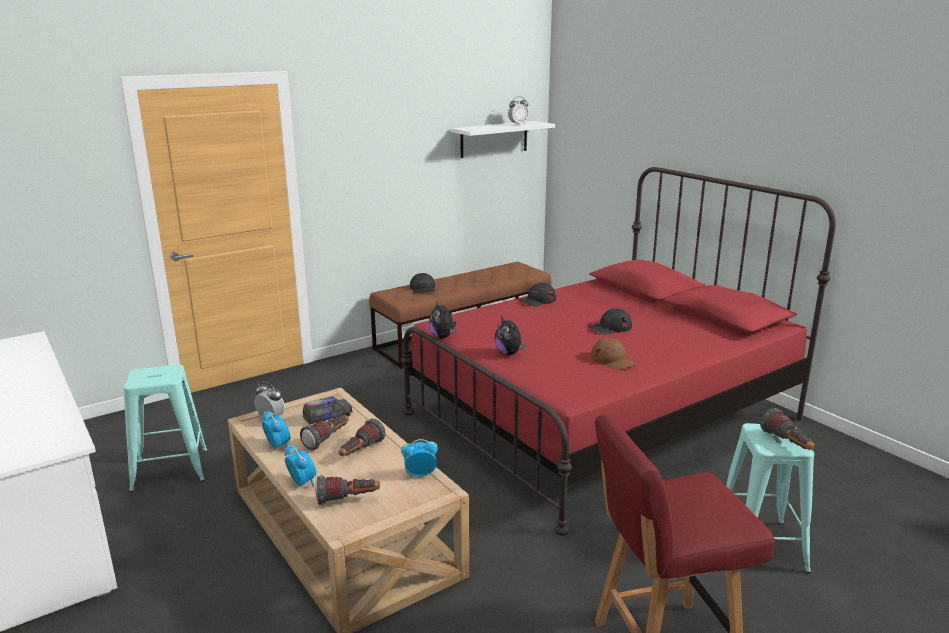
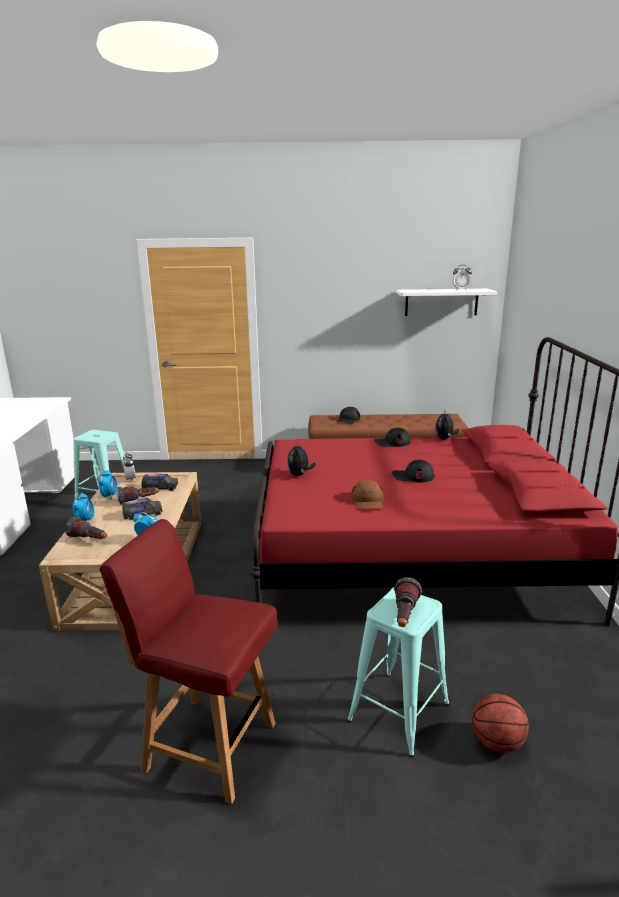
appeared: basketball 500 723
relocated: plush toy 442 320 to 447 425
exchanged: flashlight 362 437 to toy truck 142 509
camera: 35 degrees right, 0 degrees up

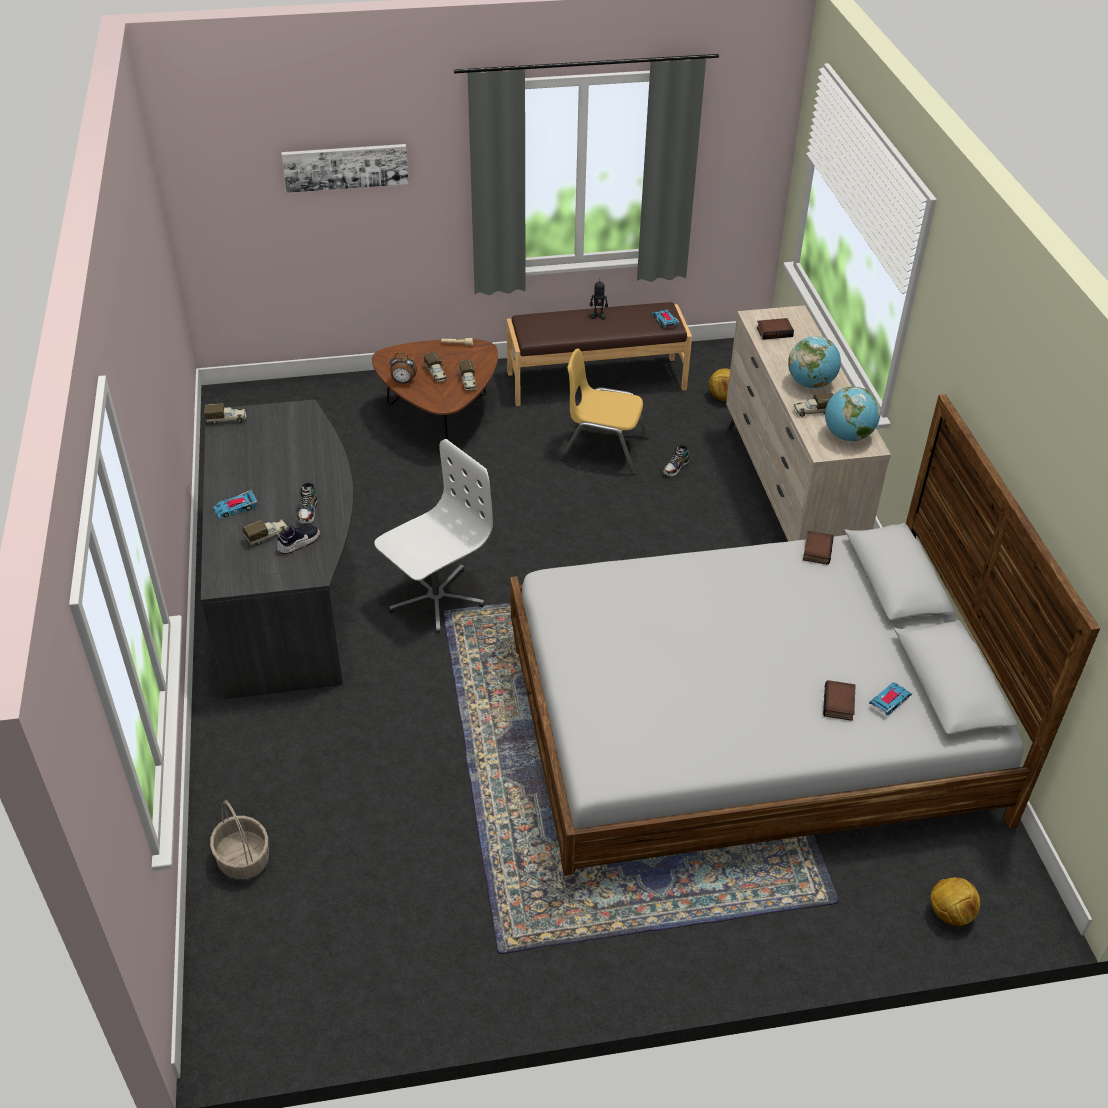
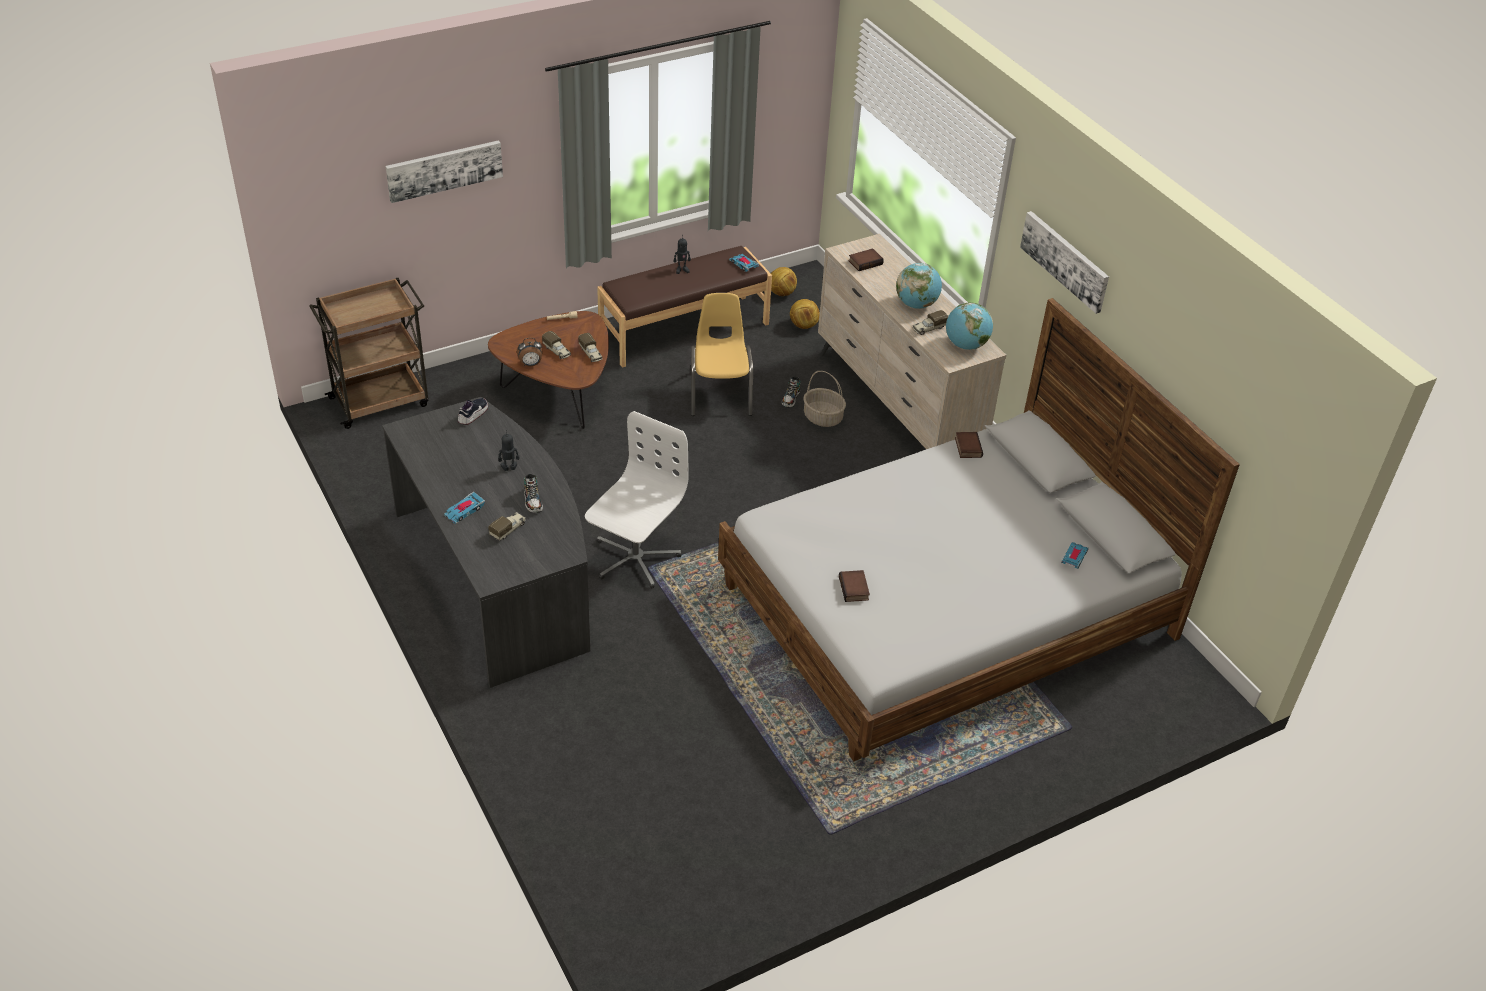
missing: toy truck 226 413
appeared: brown cart 369 353; toy robot 509 450; picture 1064 262
relocated: basket 239 839 to 824 399; shoe 298 539 to 473 411; book 839 700 to 854 586; football 955 901 to 784 281
spun: yellow chair 604 411 = 722 354 90 degrees clockwise
camera: 20 degrees left, 0 degrees up

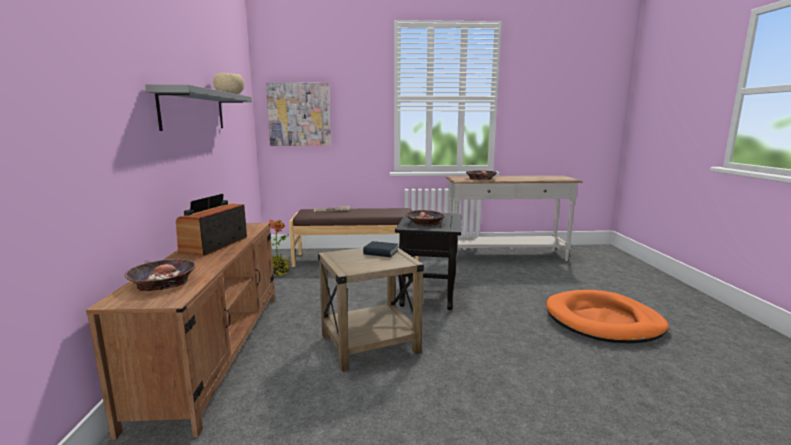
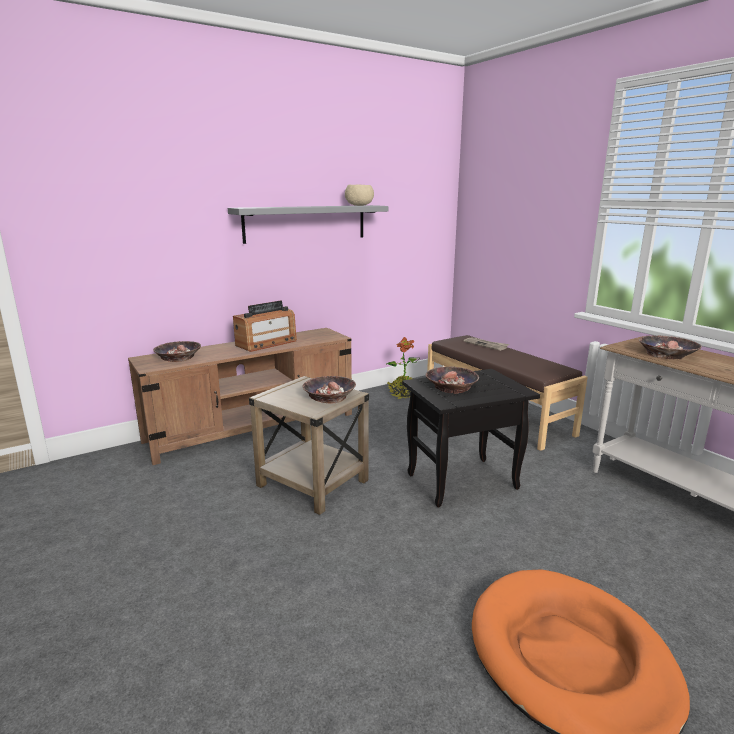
missing: picture 298 114
exchanged: book 381 249 to bowl 329 390
spun: radio 211 225 = 265 326 150 degrees clockwise
camera: 60 degrees right, 5 degrees up

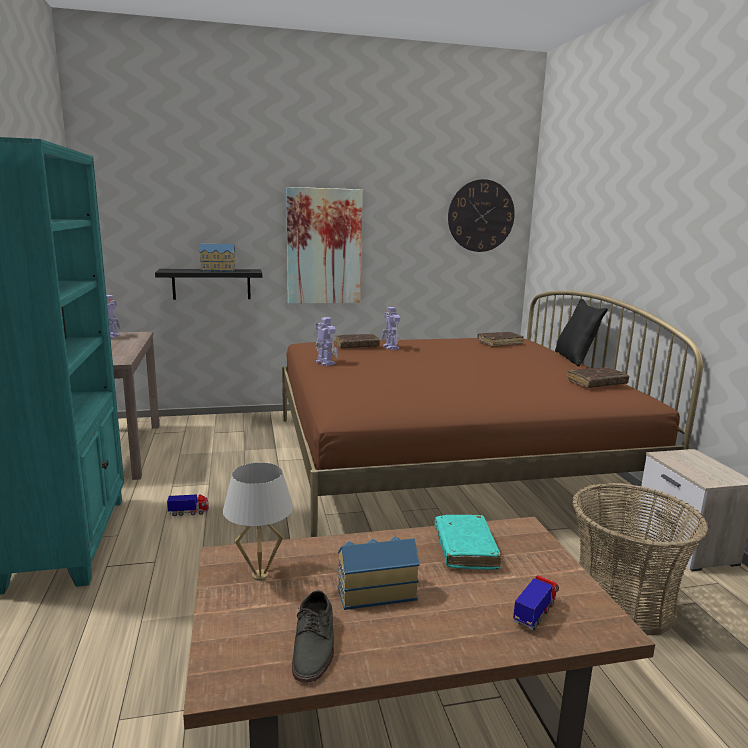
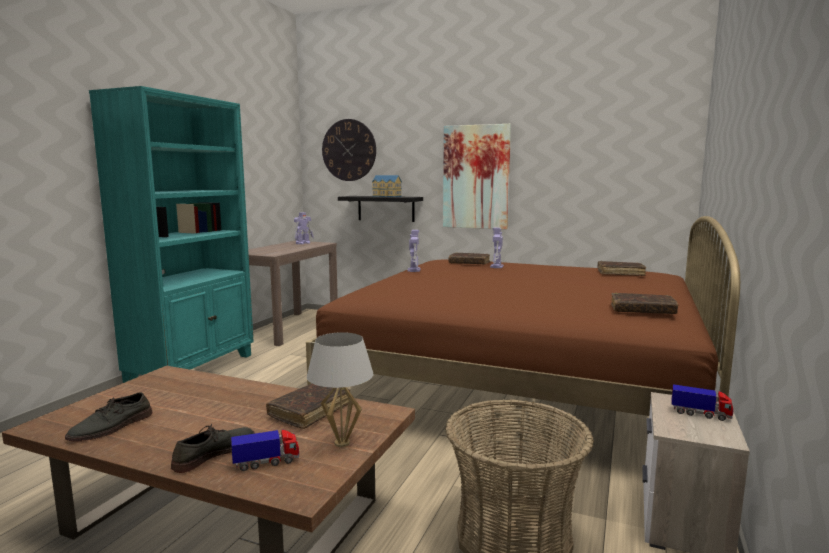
missing: toy house 379 573; black pillow 581 332
appeared: grey shoe 213 448
relocated: toy truck 188 505 to 702 402; white table lamp 258 521 to 340 389; wall clock 481 215 to 349 150
colour: turquoise book 468 542 to brown book 308 406
camera: 35 degrees right, 5 degrees down

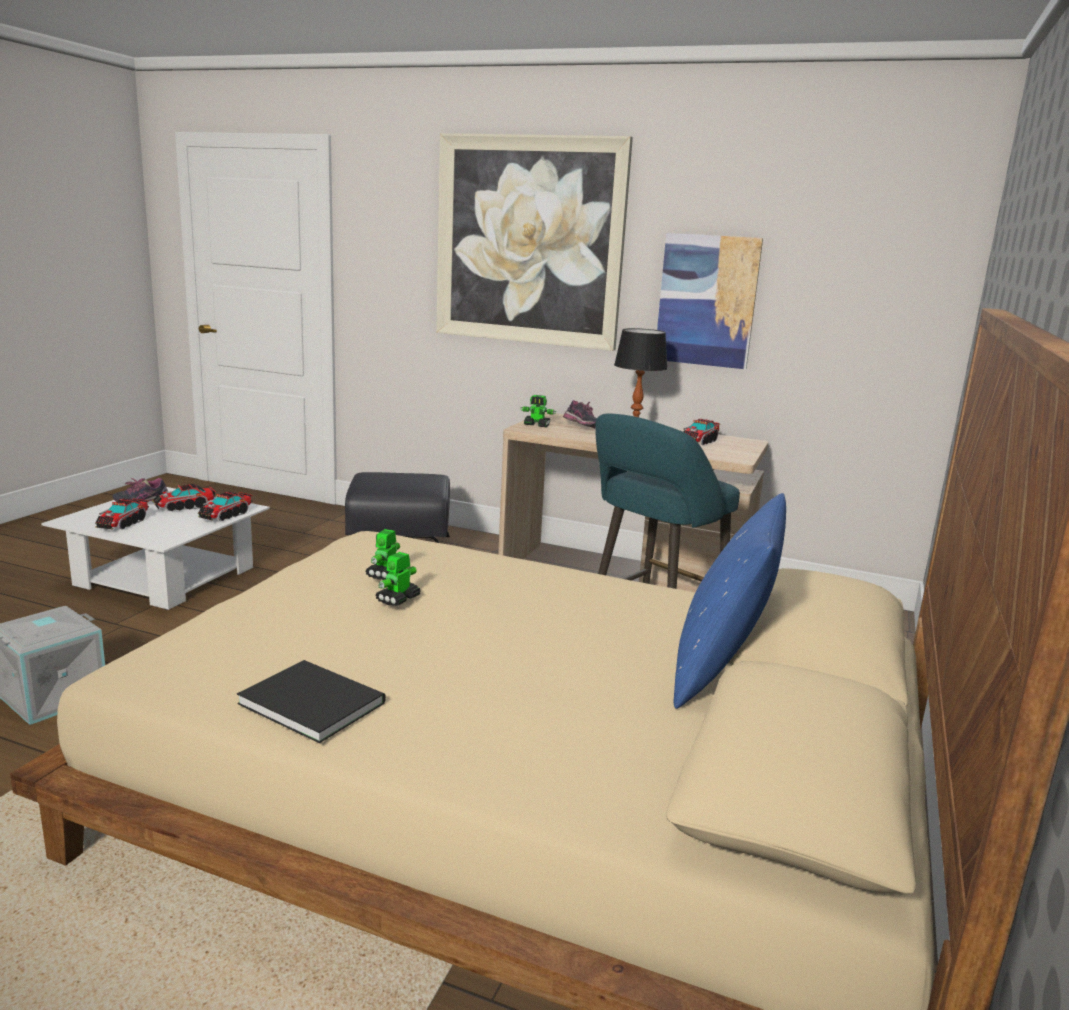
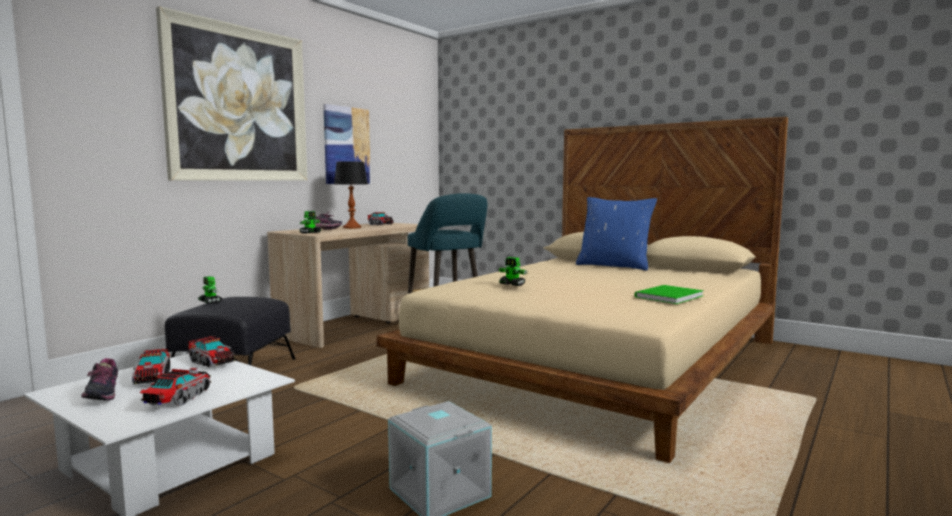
relocated: toy robot 398 579 to 210 290
colour: black book 311 701 to green book 669 294
spun: toy truck 122 514 = 175 387 105 degrees counterclockwise
camera: 75 degrees left, 10 degrees down

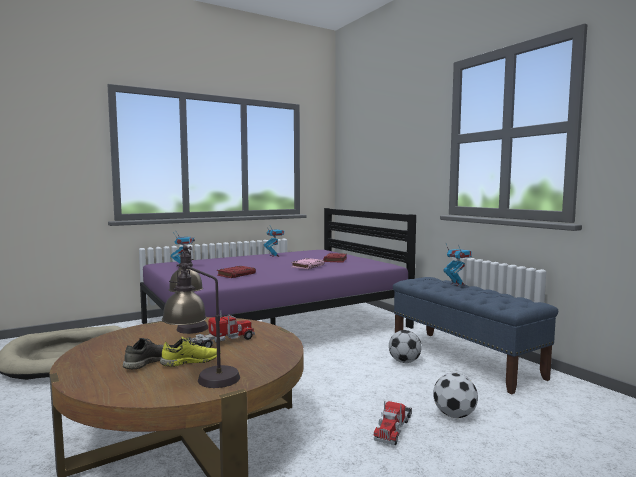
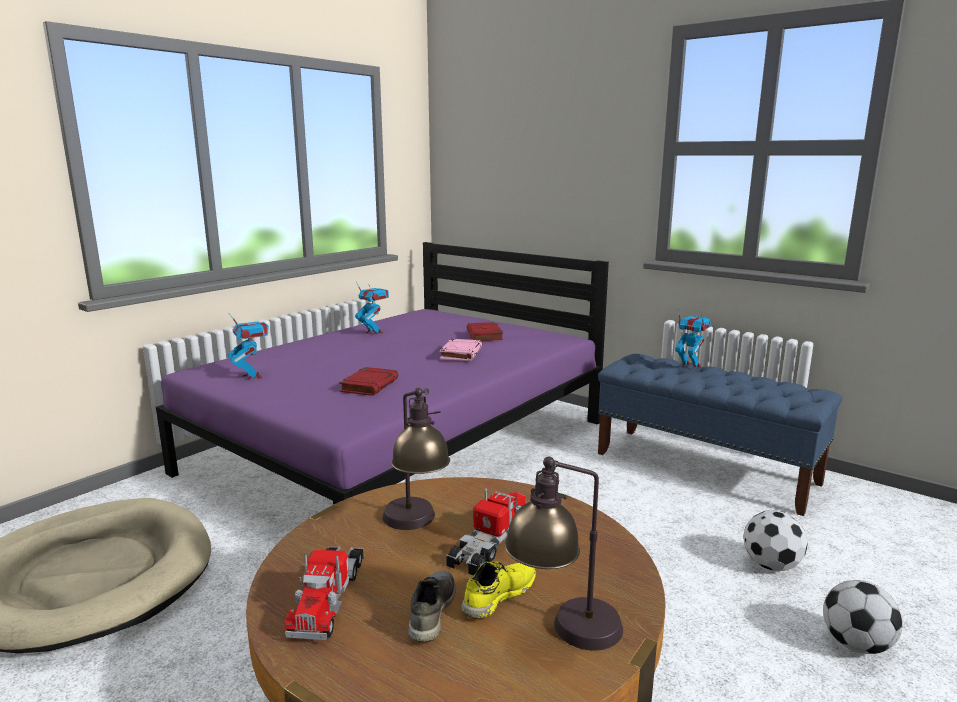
relocated: toy truck 392 423 to 323 593; football 405 346 to 863 617
camera: 20 degrees left, 10 degrees up

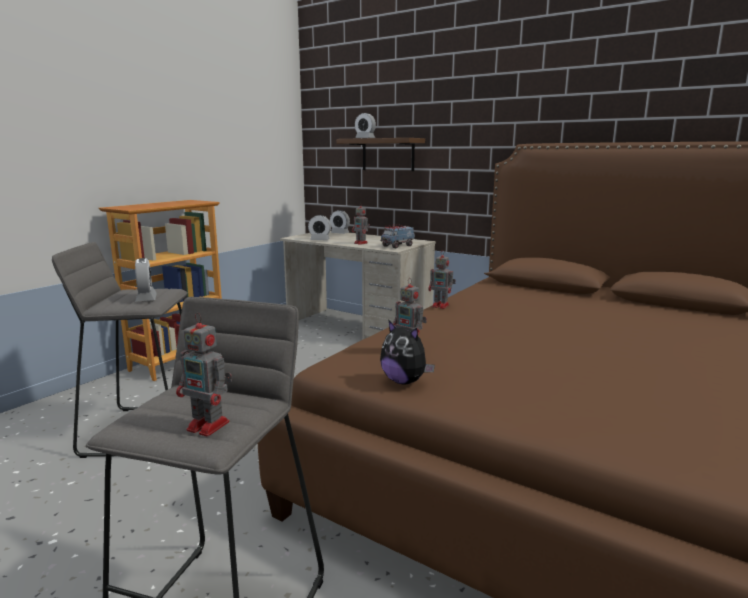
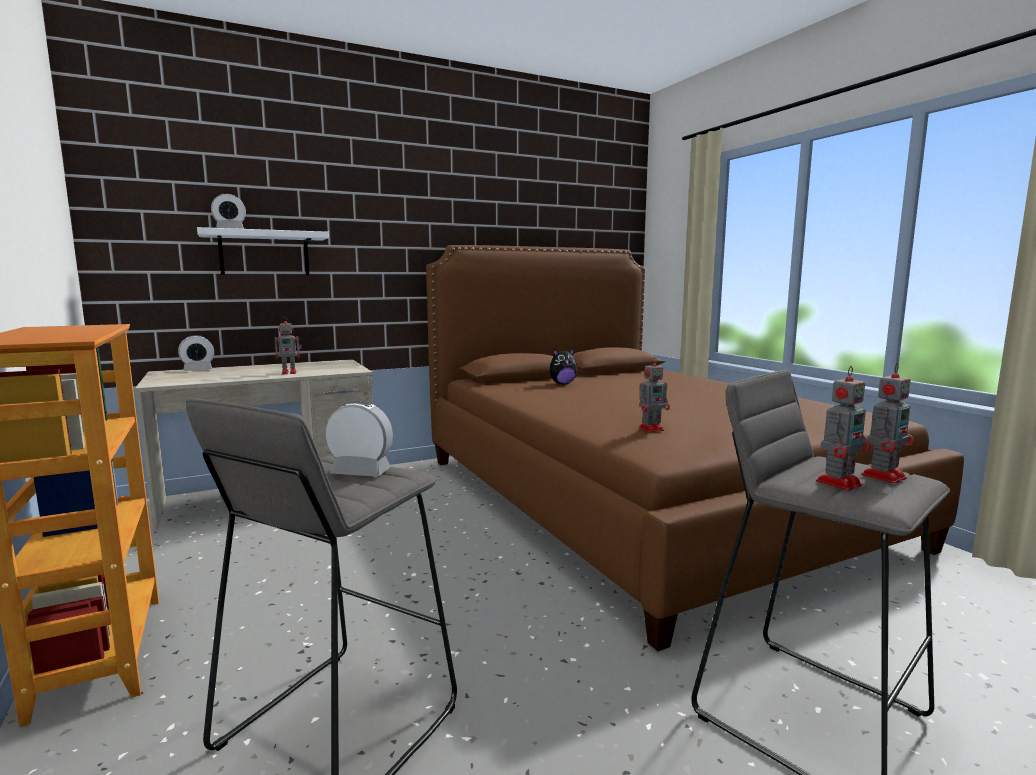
missing: alarm clock 319 227; toy truck 397 236
relocated: plush toy 407 353 to 563 366; toy robot 442 279 to 843 428
colour: brown shelf 380 154 to white shelf 263 251
camera: 60 degrees left, 5 degrees down

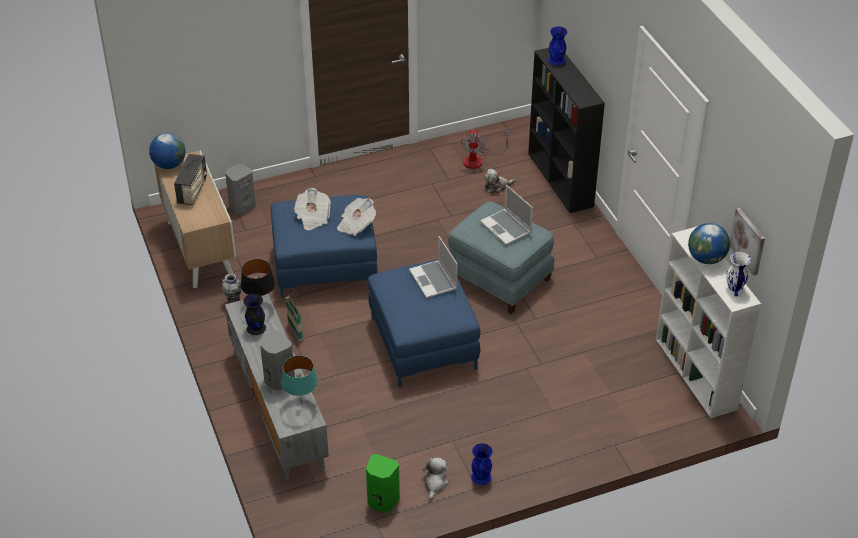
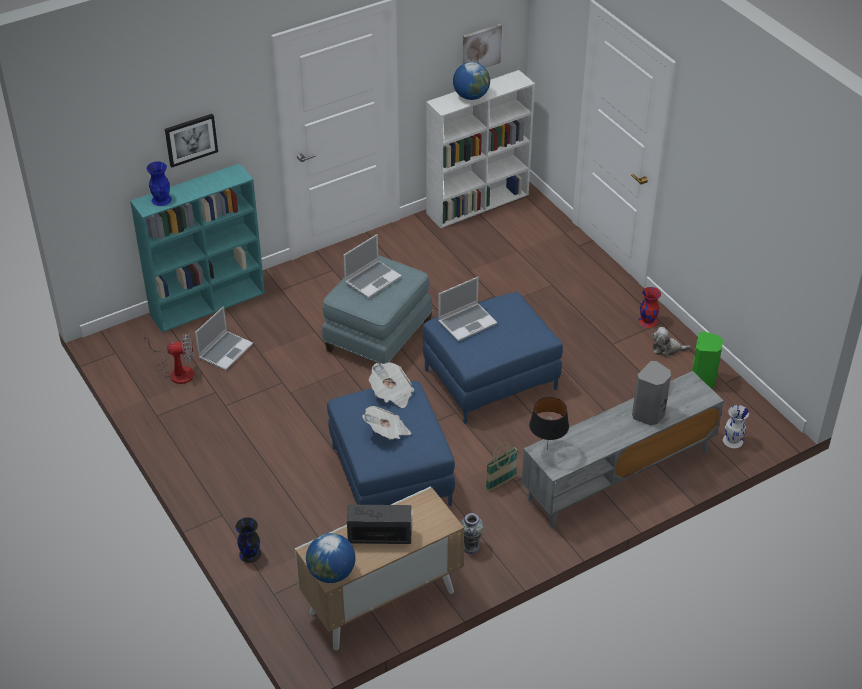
missing: grey speaker 240 189; turquoise table lamp 299 380
appeared: picture 191 140
relocated: black vase 254 314 to 248 540; white vase 737 274 to 736 426
exchanged: plush toy 500 181 to laptop 224 338
colour: blue vase 482 464 to red vase 650 307; black bookcase 566 130 to turquoise bookcase 197 247
camera: 100 degrees left, 0 degrees up

